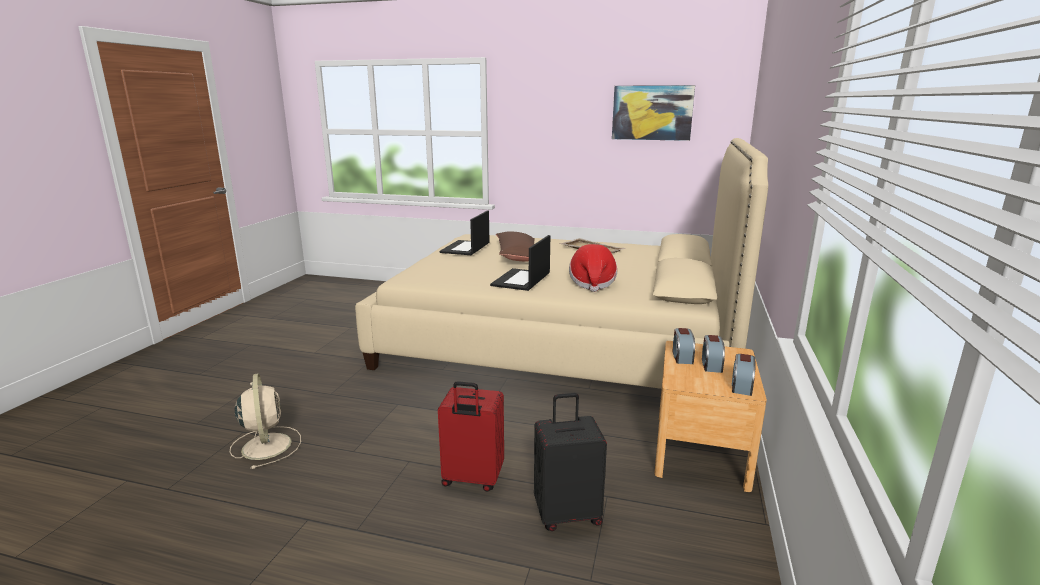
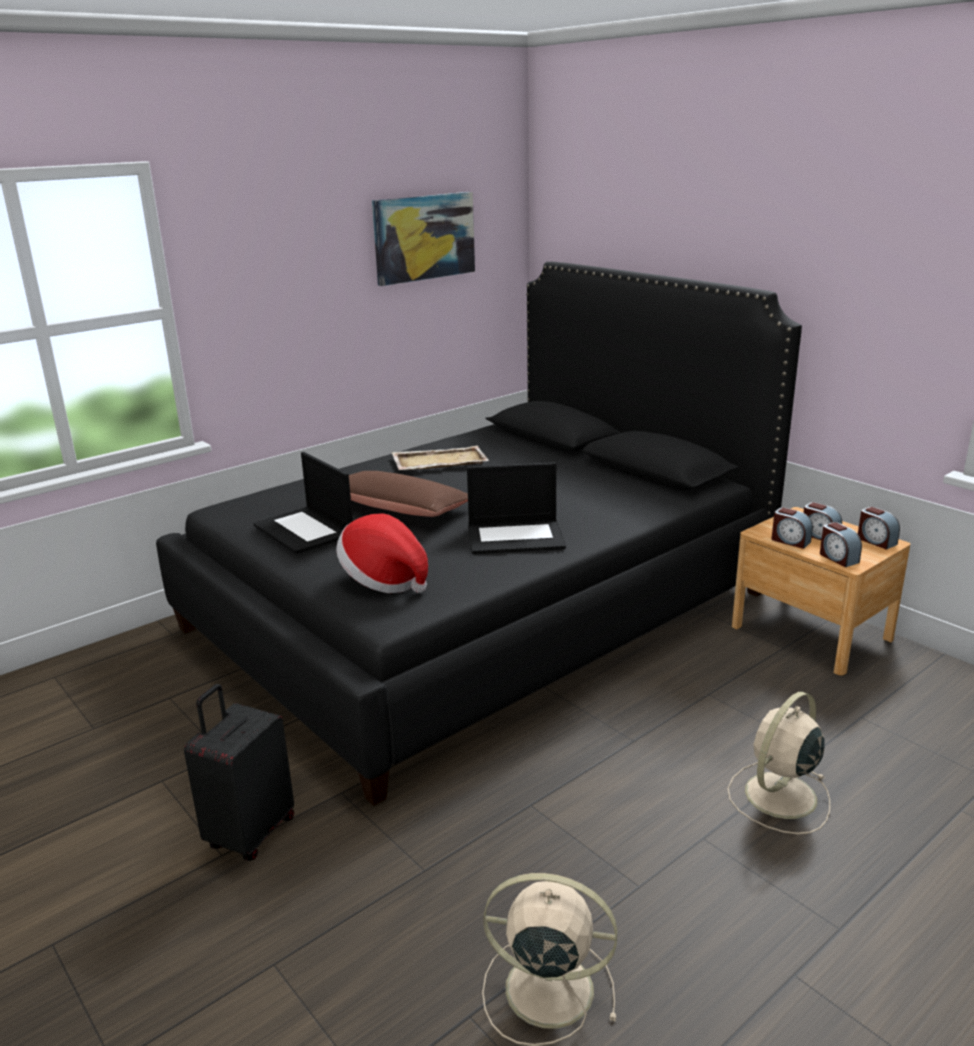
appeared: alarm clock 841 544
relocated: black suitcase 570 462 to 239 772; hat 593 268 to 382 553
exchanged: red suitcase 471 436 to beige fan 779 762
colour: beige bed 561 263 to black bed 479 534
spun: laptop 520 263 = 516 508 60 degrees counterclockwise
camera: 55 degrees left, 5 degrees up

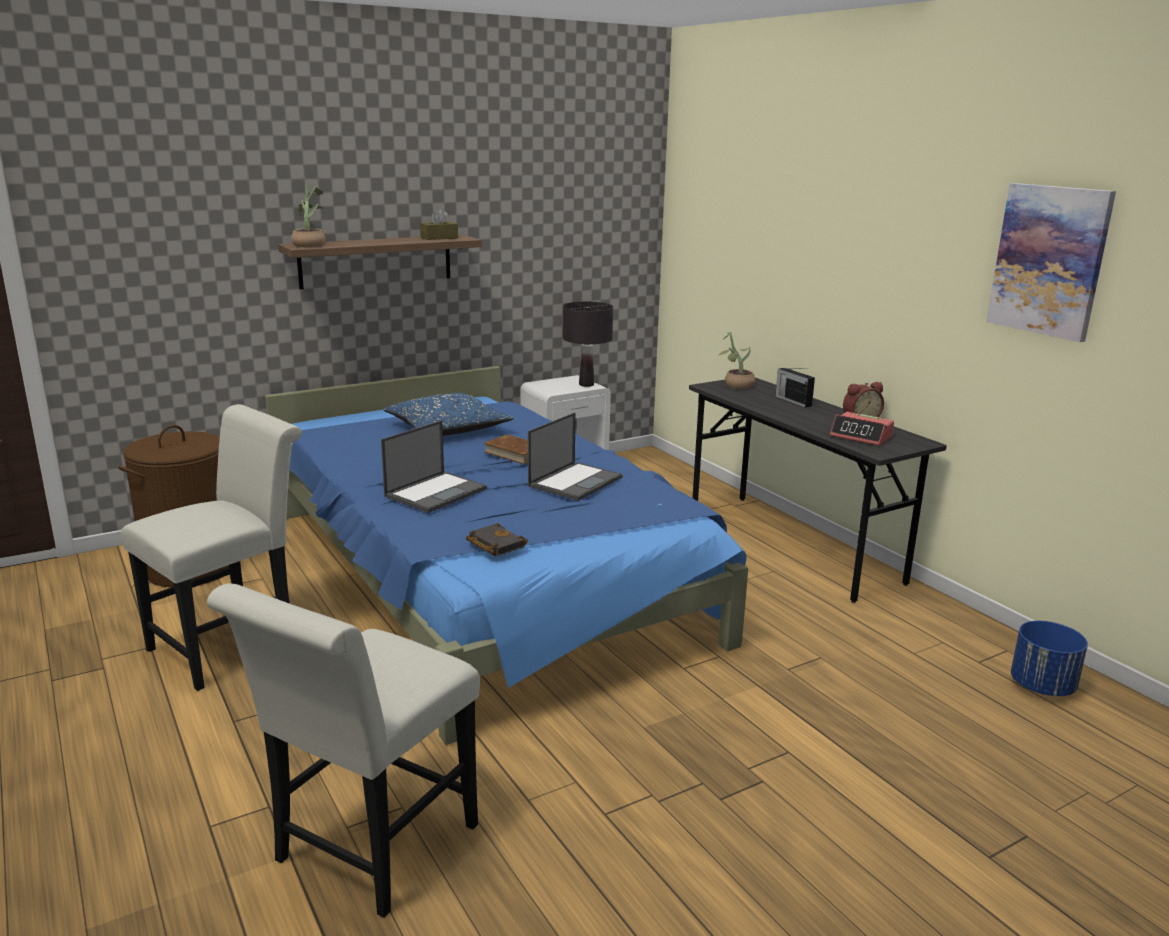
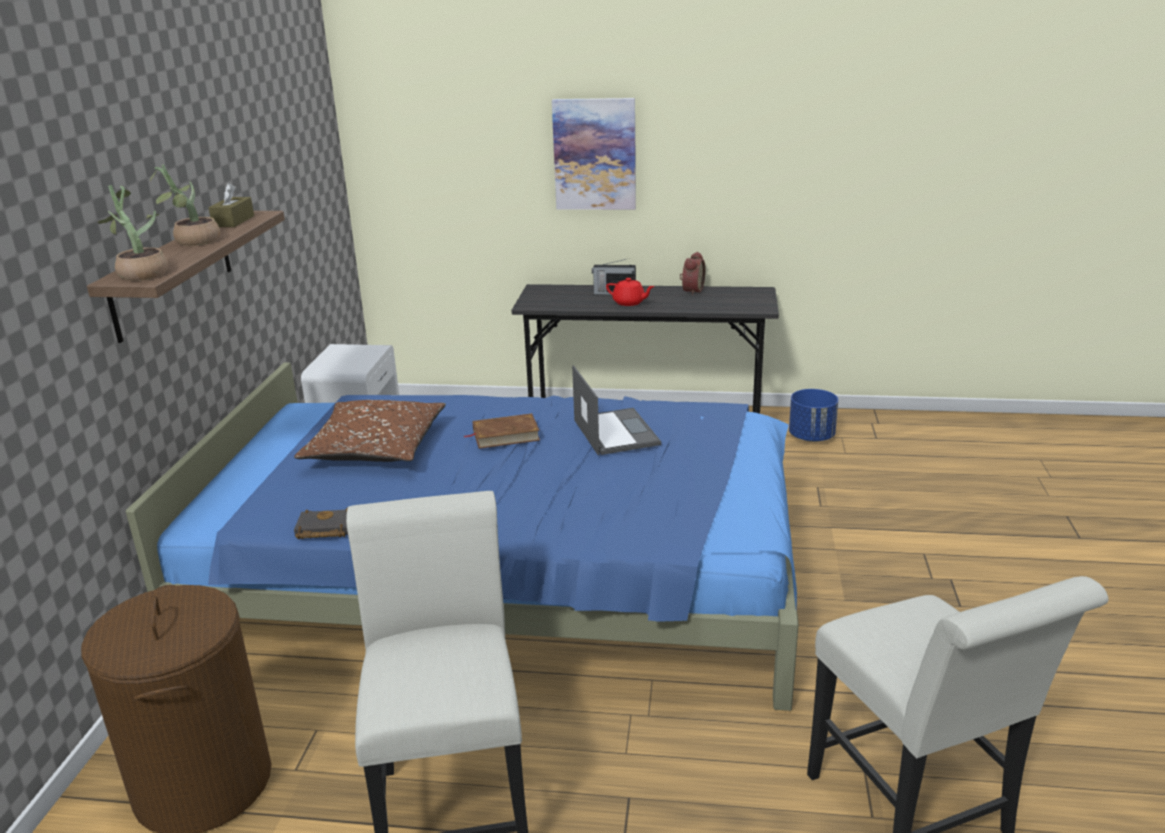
missing: laptop 434 466; black table lamp 587 344; alarm clock 862 429
appeared: red teapot 630 292
relocated: black book 497 539 to 321 523; potted plant 737 360 to 185 205; picture 1051 262 to 594 154; blue planter 1049 658 to 813 415
colour: blue pillow 448 414 to brown pillow 370 431
camera: 50 degrees left, 5 degrees up

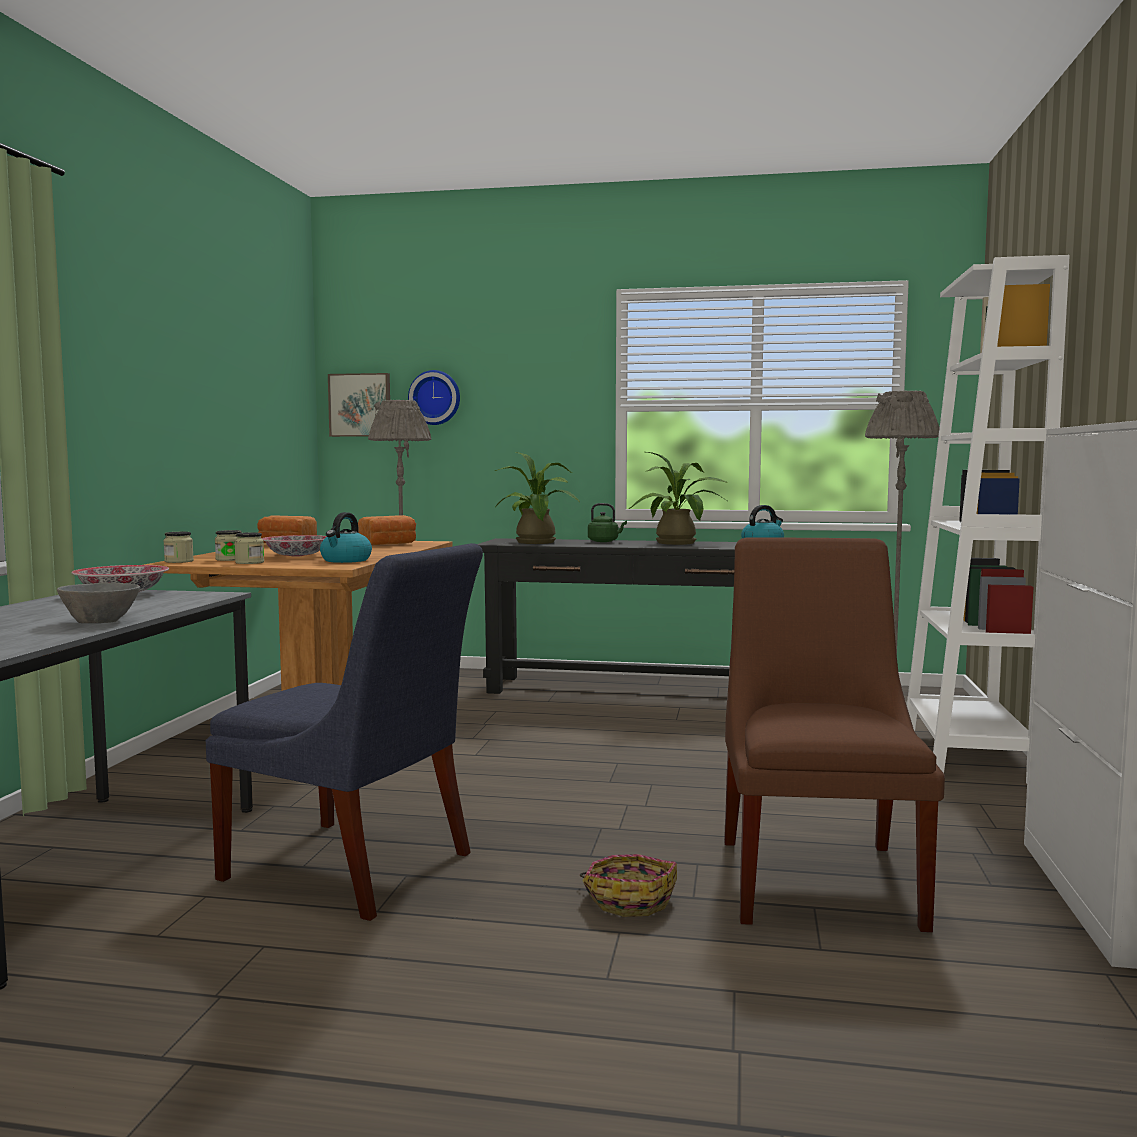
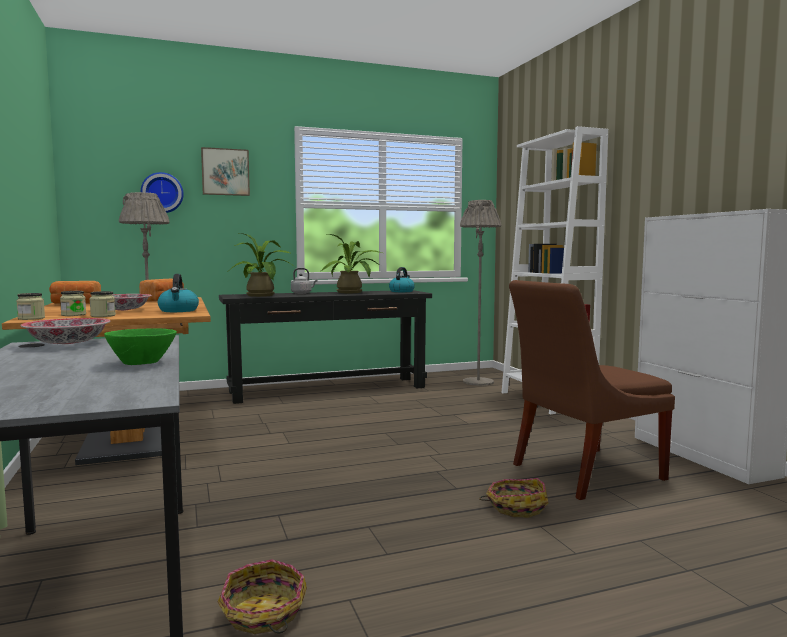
missing: blue chair 344 732
appeared: basket 262 596
relocated: picture 359 405 to 225 171
colour: grey bowl 98 603 to green bowl 140 346; green kettle 607 522 to grey kettle 304 281
spun: brown chair 834 734 = 592 390 90 degrees counterclockwise
camera: 30 degrees left, 0 degrees up

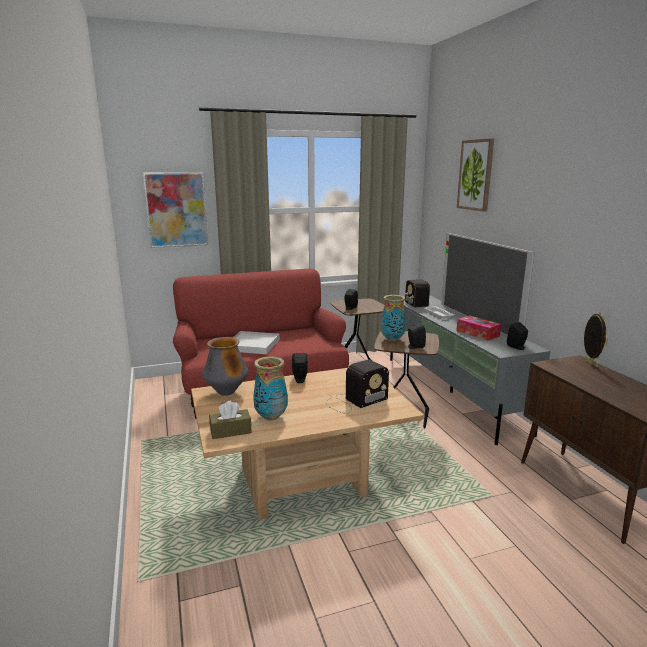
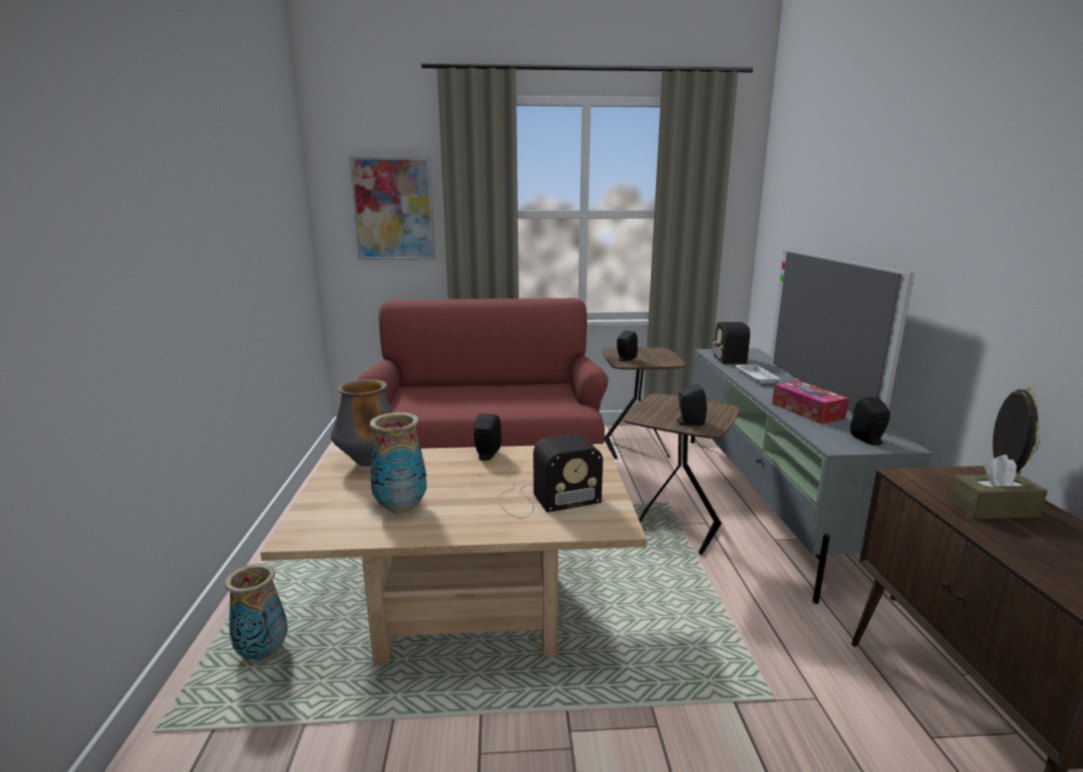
missing: white tray 256 342; picture 475 175
relocated: brown tissue box 230 420 to 998 487; vase 393 318 to 256 611
camera: 15 degrees right, 0 degrees up

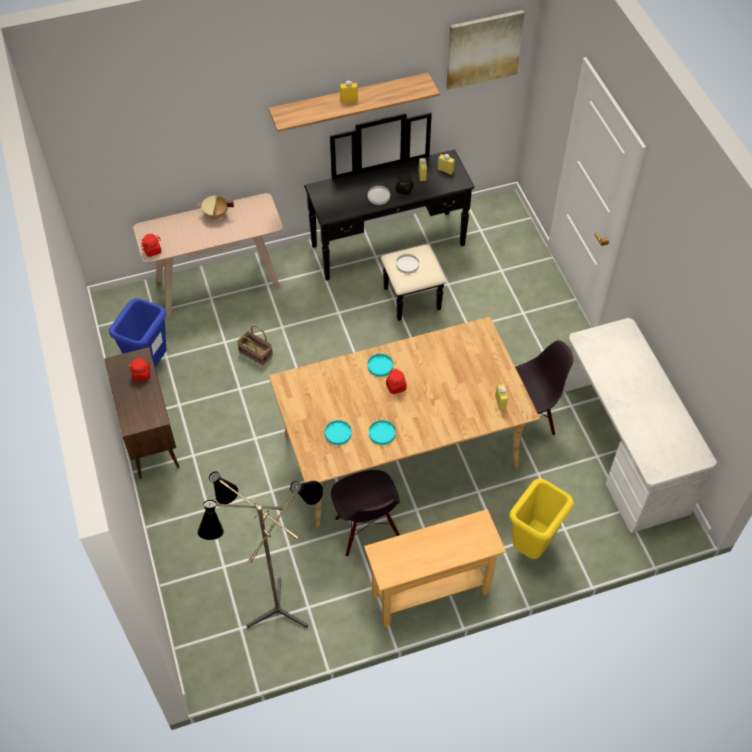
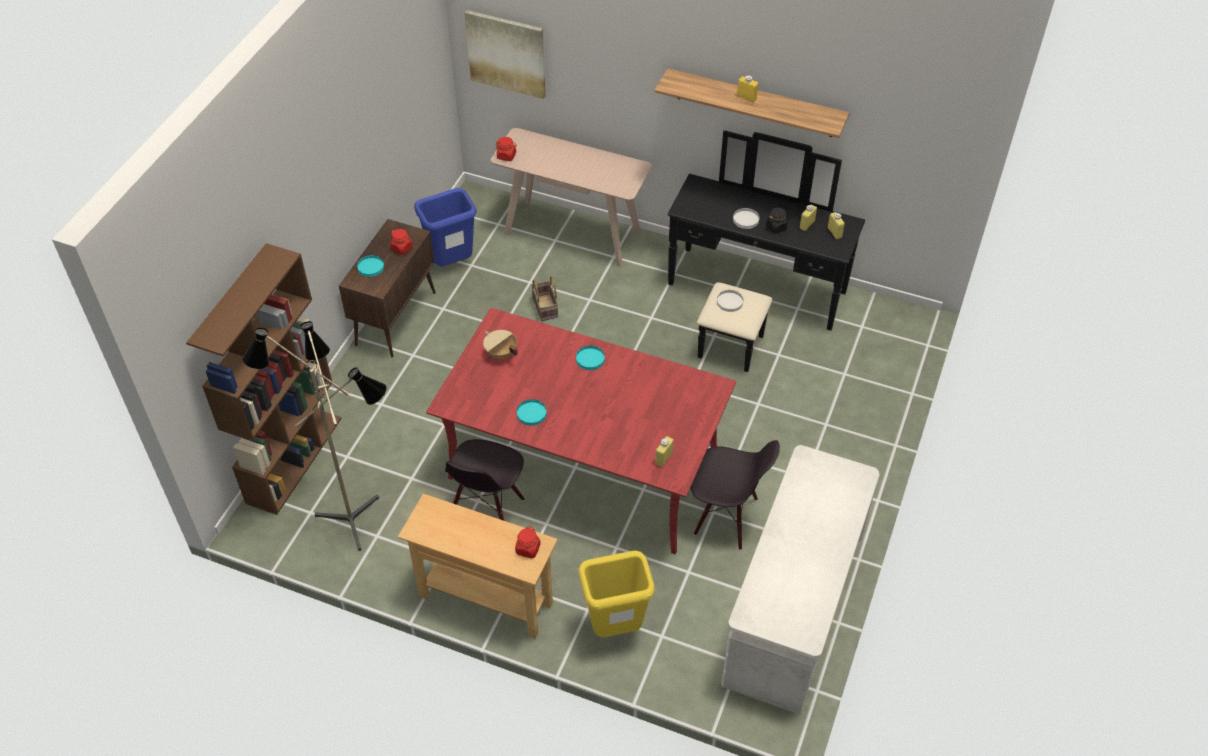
appeared: brown bookcase 264 379
relocated: beige cooking pot 216 207 to 500 344; turquoise plate 338 432 to 370 266; red jar 396 381 to 528 543; picture 485 50 to 505 54
colour: beige dining table 404 422 to red dining table 581 431
camera: 40 degrees right, 5 degrees down

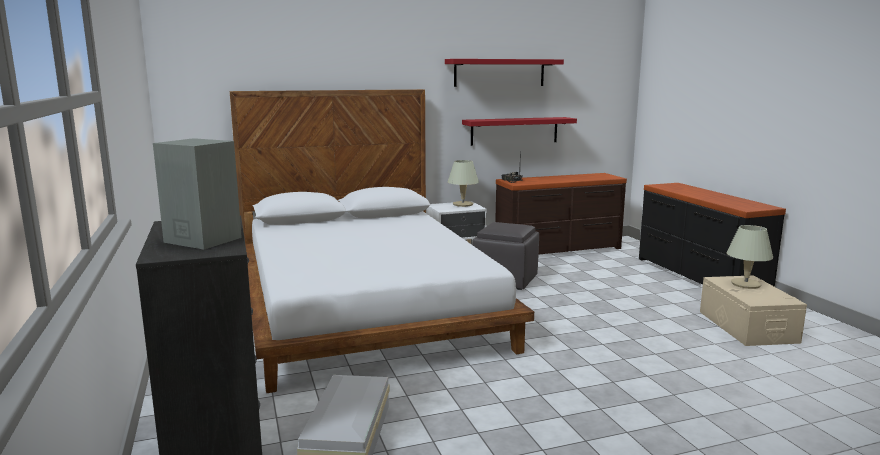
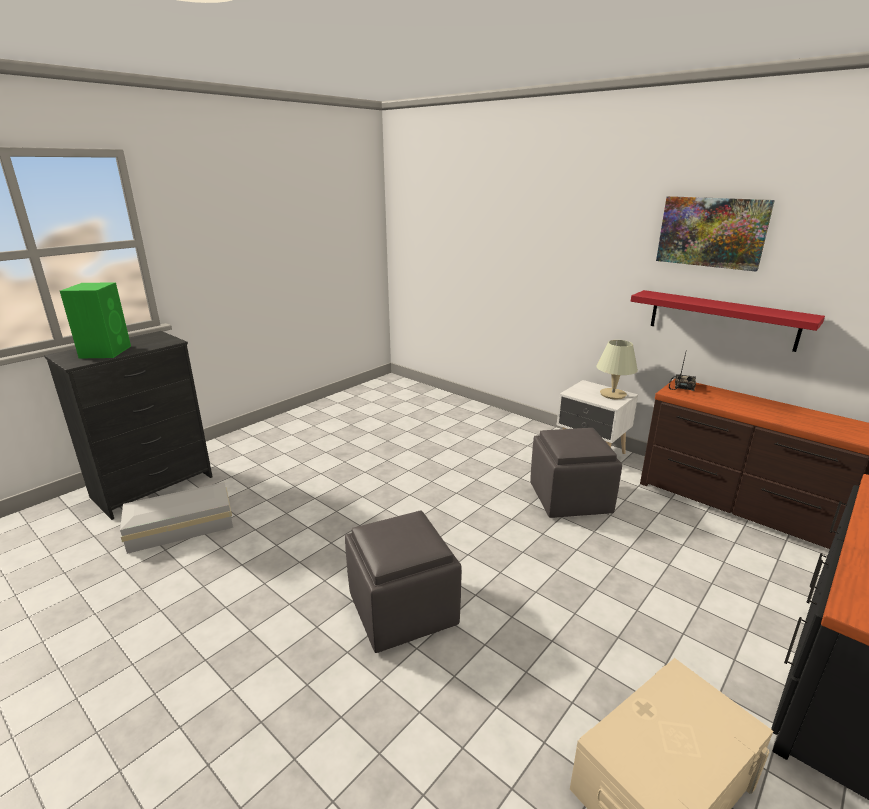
missing: white bed 382 241; beige table lamp 749 257
appeared: grey ottoman 403 581
exchanged: red shelf 504 73 to picture 715 234
colour: grey speaker 197 194 to green speaker 95 320
camera: 60 degrees right, 10 degrees up

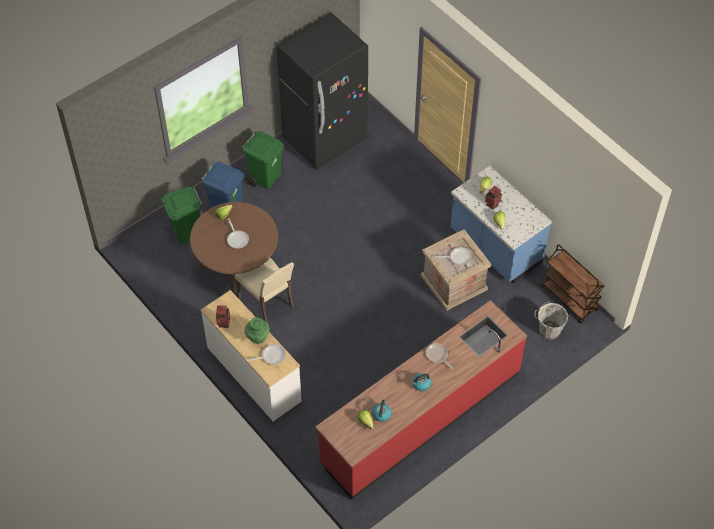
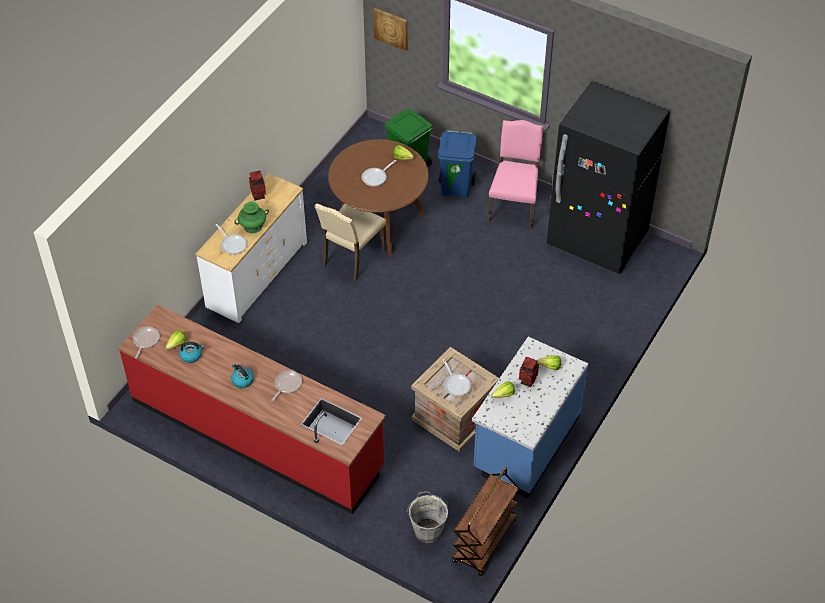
appeared: frying pan 146 342; picture 390 29
exchanged: green trash can 263 160 to pink chair 516 174
camera: 70 degrees right, 5 degrees down

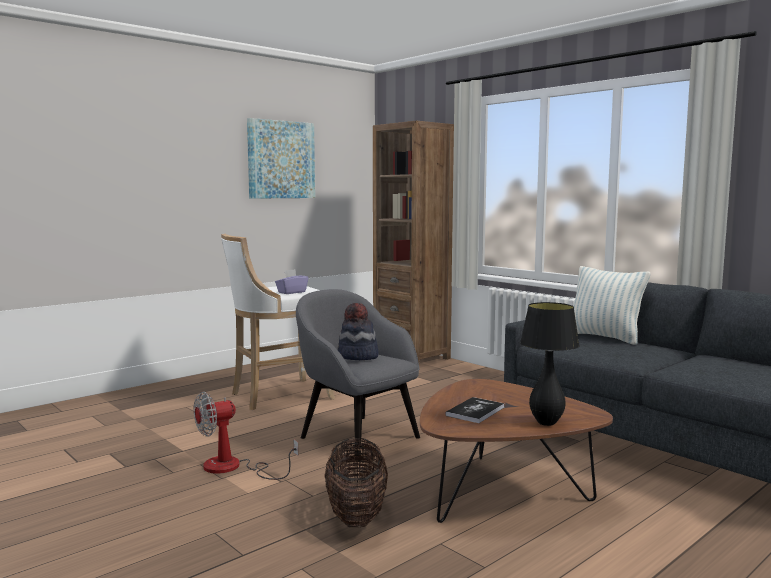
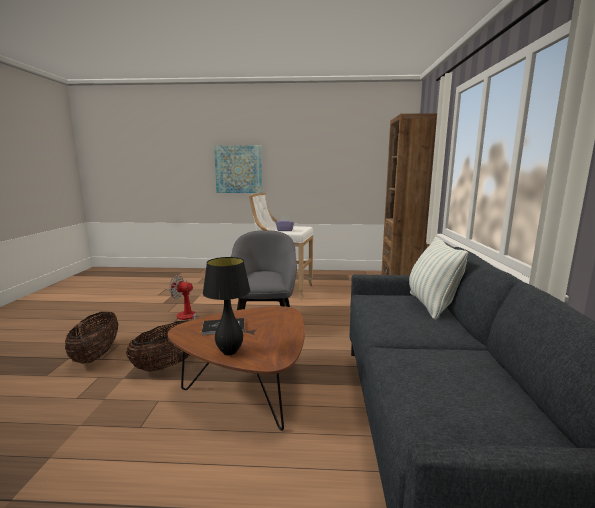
missing: hat 358 331
appeared: basket 91 337
relocated: picture 281 158 to 238 169
camera: 45 degrees right, 5 degrees up

